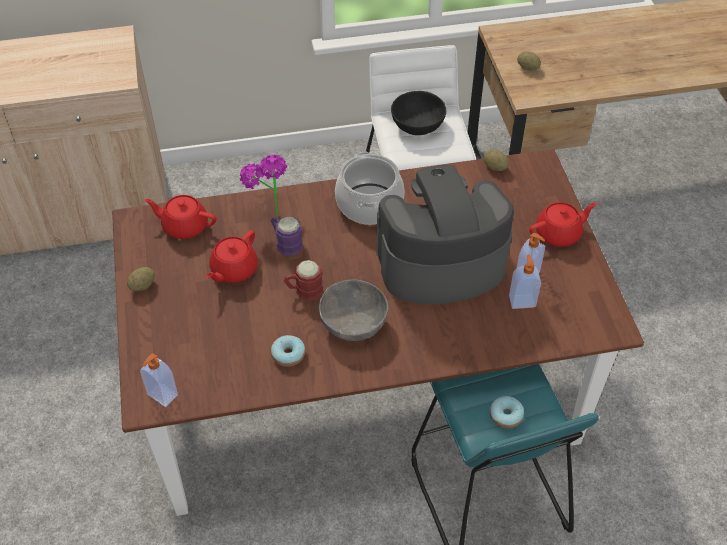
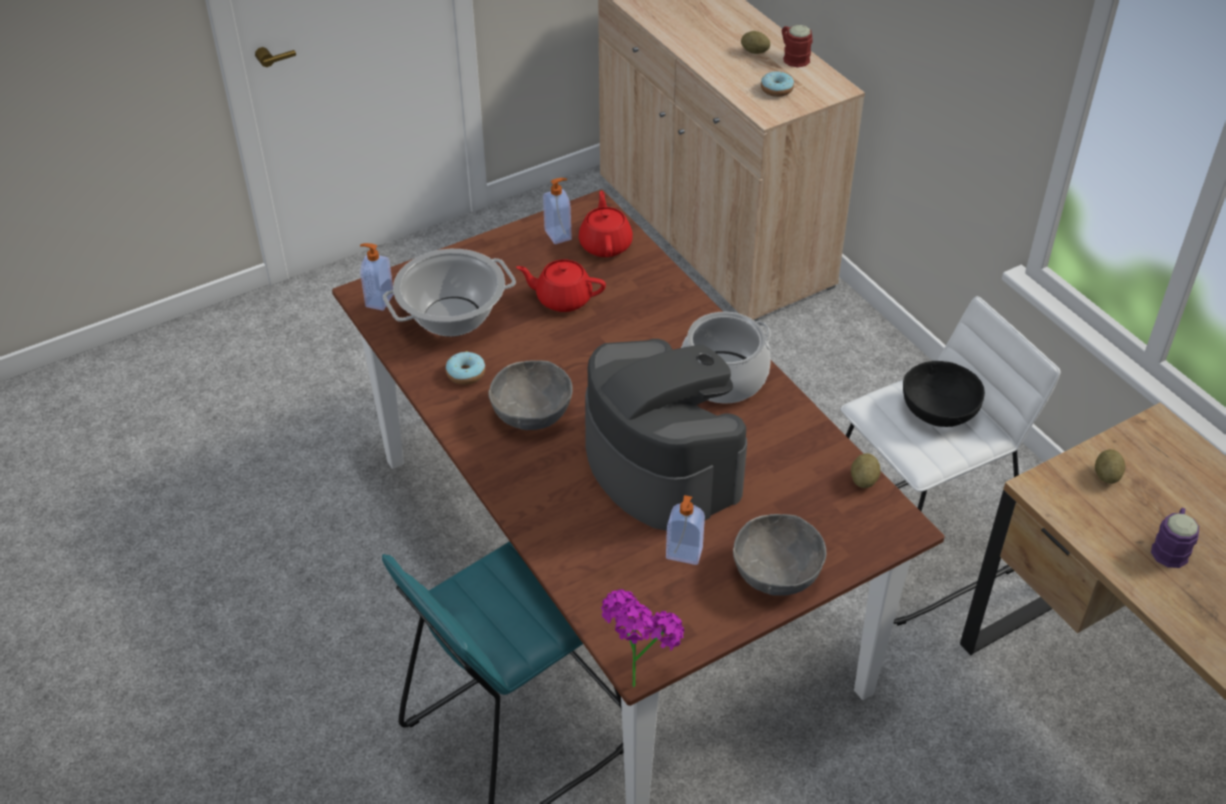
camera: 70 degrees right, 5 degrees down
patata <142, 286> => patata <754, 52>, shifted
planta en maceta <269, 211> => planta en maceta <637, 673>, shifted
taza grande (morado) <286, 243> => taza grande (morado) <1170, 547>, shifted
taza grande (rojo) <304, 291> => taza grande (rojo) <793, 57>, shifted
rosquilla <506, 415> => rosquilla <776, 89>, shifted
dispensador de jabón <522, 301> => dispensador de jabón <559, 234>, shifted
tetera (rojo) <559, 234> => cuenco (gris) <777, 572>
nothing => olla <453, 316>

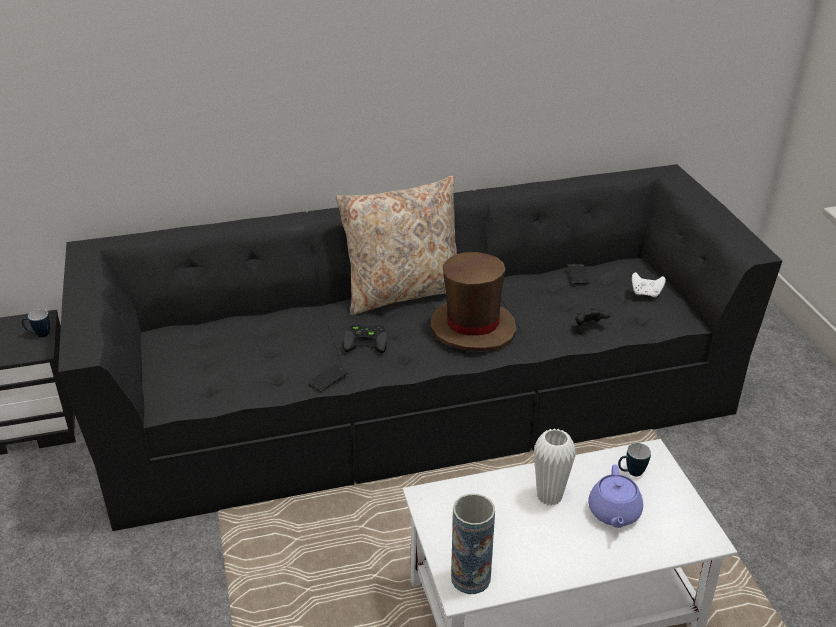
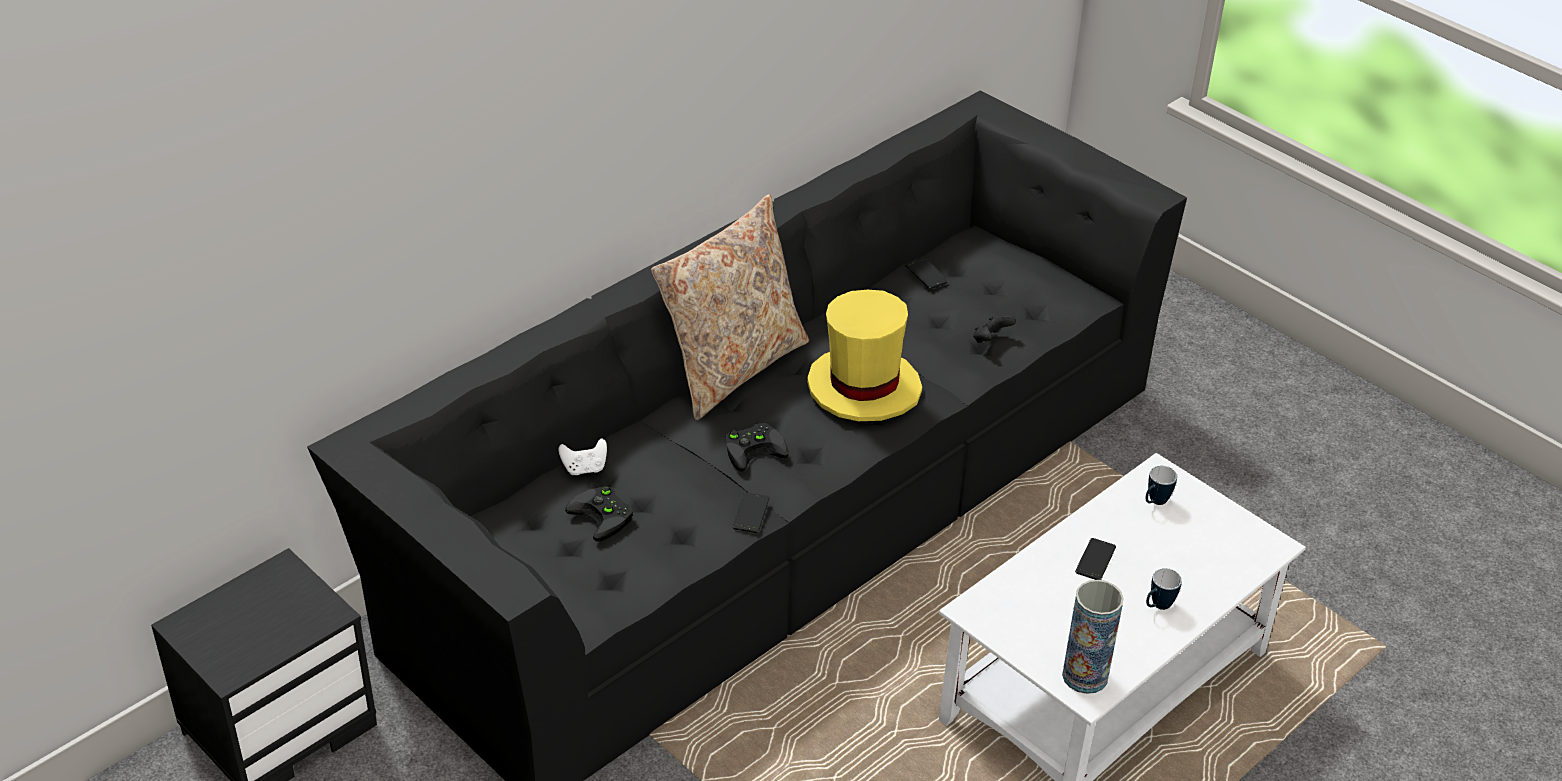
camera: 30 degrees left, 5 degrees up
taza grande <39, 334> => taza grande <1157, 606>, shifted
sombrero (marrón) <472, 327> => sombrero (amarillo) <863, 387>
florero (blanco) <549, 496> => móvil <1095, 560>
tetera (morado) <614, 513> => nothing
mando de consola (blanco) <646, 293> => mando de consola (blanco) <584, 468>, shifted
nothing => mando de consola (negro) <604, 516>

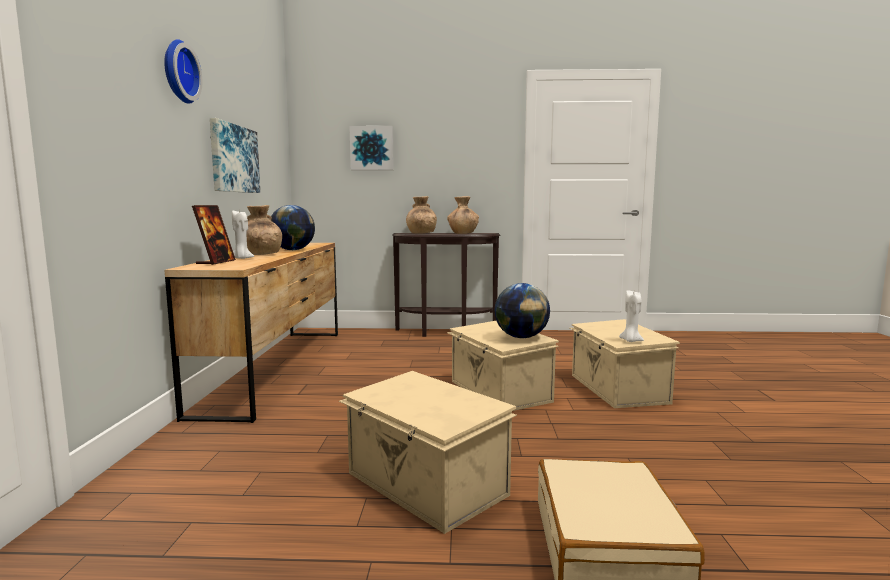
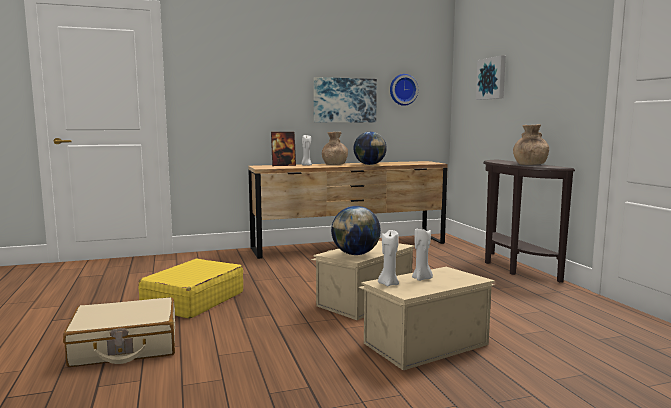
camera: 70 degrees right, 0 degrees up
reloj de pared <178, 72> => reloj de pared <402, 89>, shifted
caja de almacenaje (beis) <425, 485> => maleta (amarillo) <193, 300>
florero (marrón) <421, 233> => nothing
nothing => vela (blanco) <422, 279>

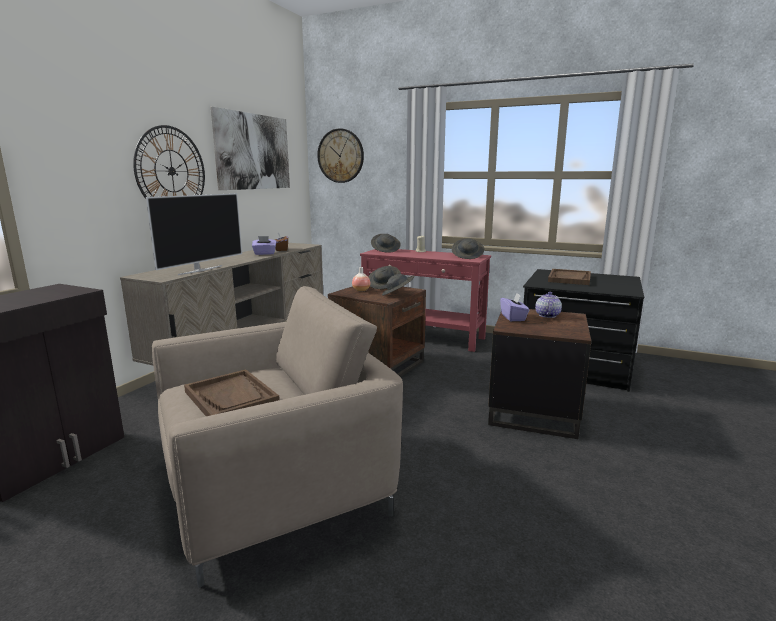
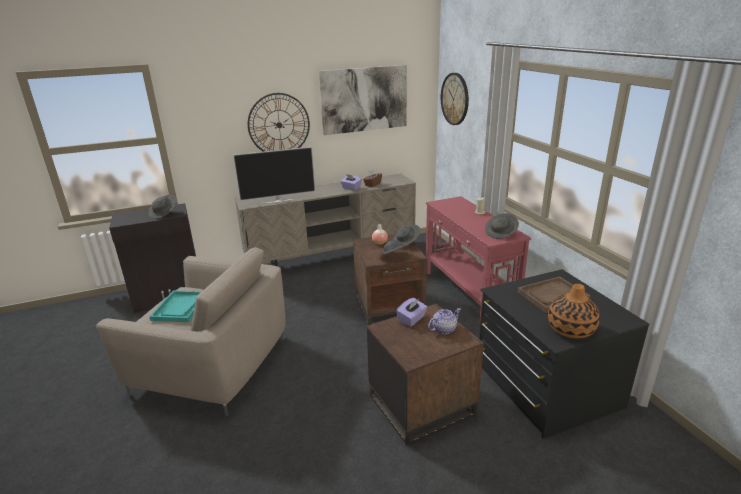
camera: 45 degrees right, 10 degrees up
bandeja (marrón) <231, 397> => bandeja (turquesa) <181, 307>
sombrero (gris) <385, 250> => sombrero (gris) <164, 213>, shifted
nothing => florero <570, 329>

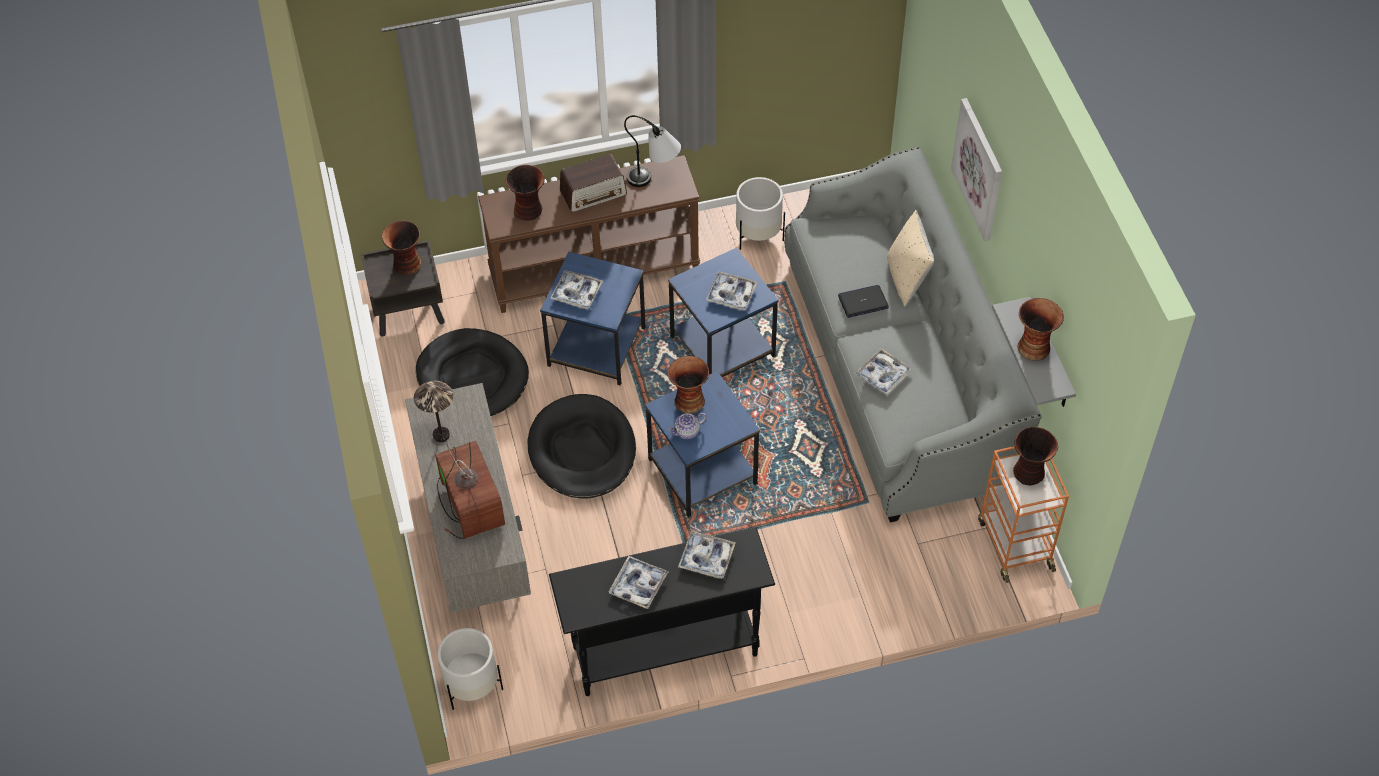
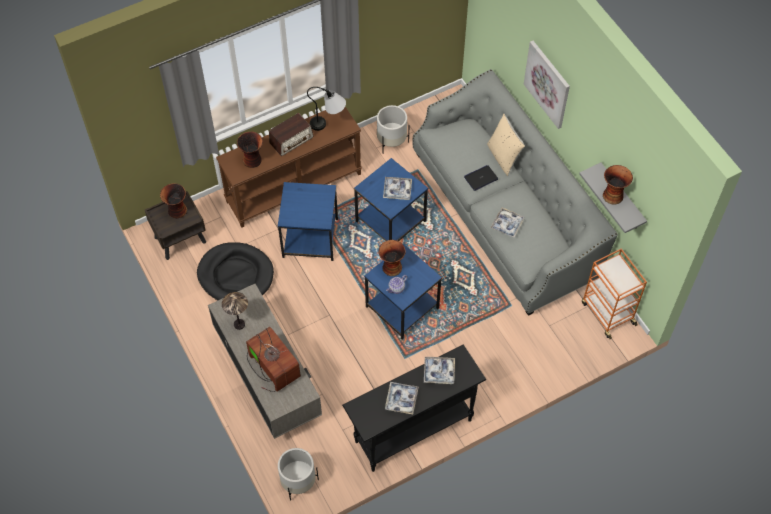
camera: 15 degrees left, 5 degrees up
cama para perro (negro) <582, 450> => nothing
bandeja <576, 293> => nothing
florero <1029, 473> => nothing

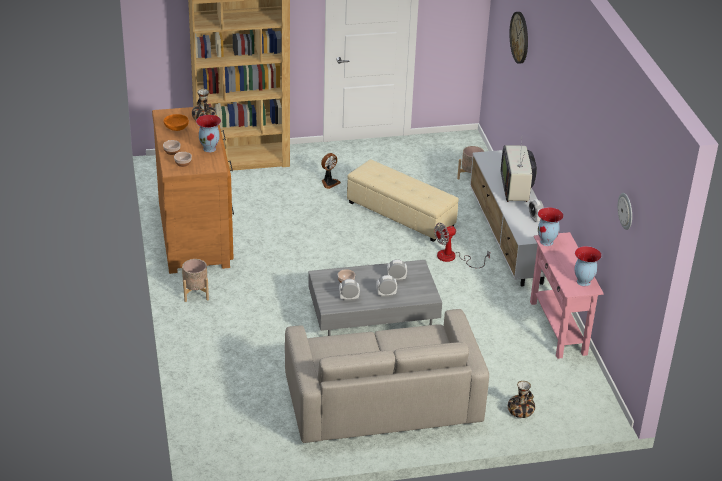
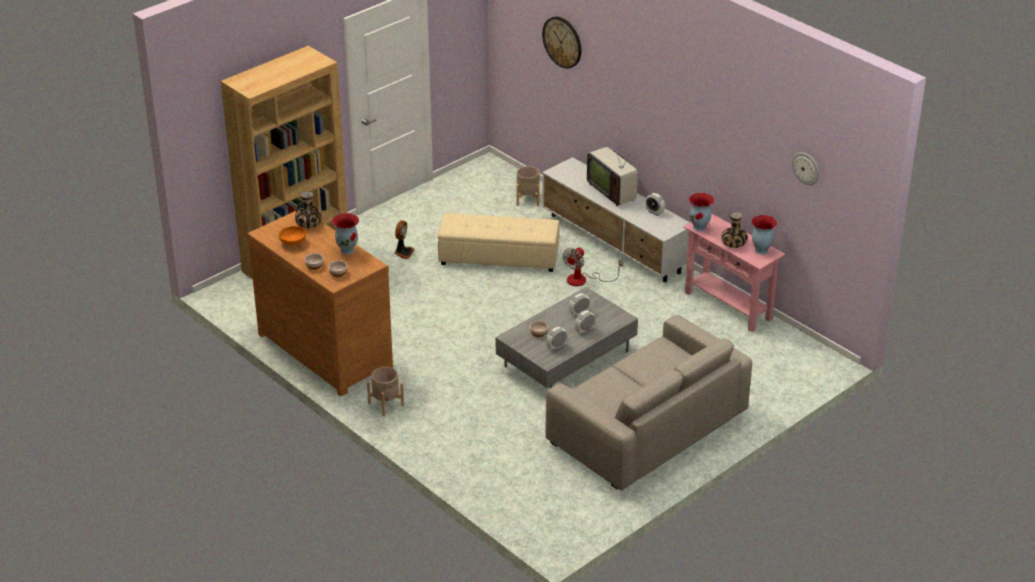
camera: 30 degrees left, 0 degrees up
florero <520, 412> => florero <733, 243>, shifted

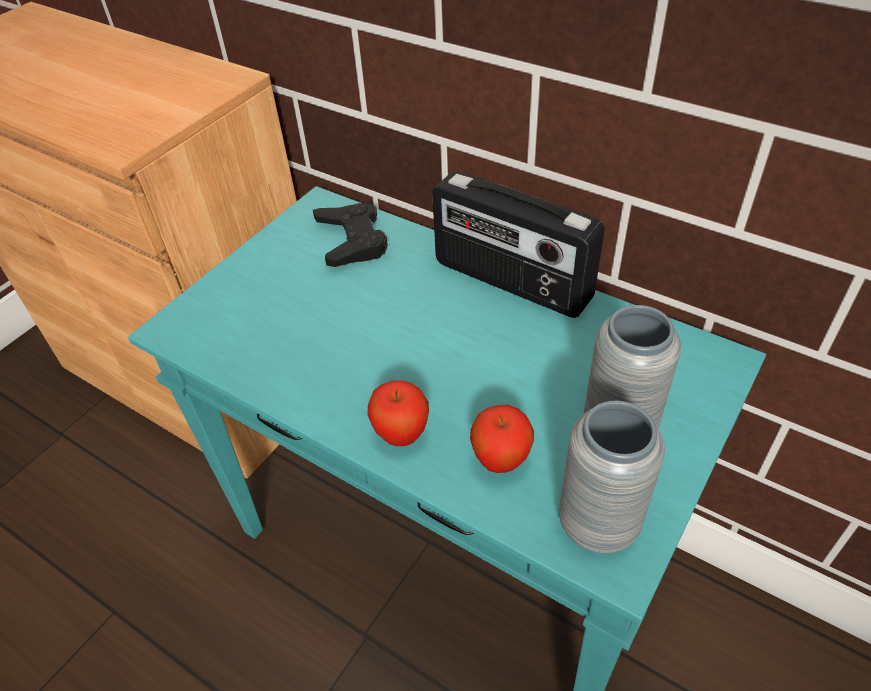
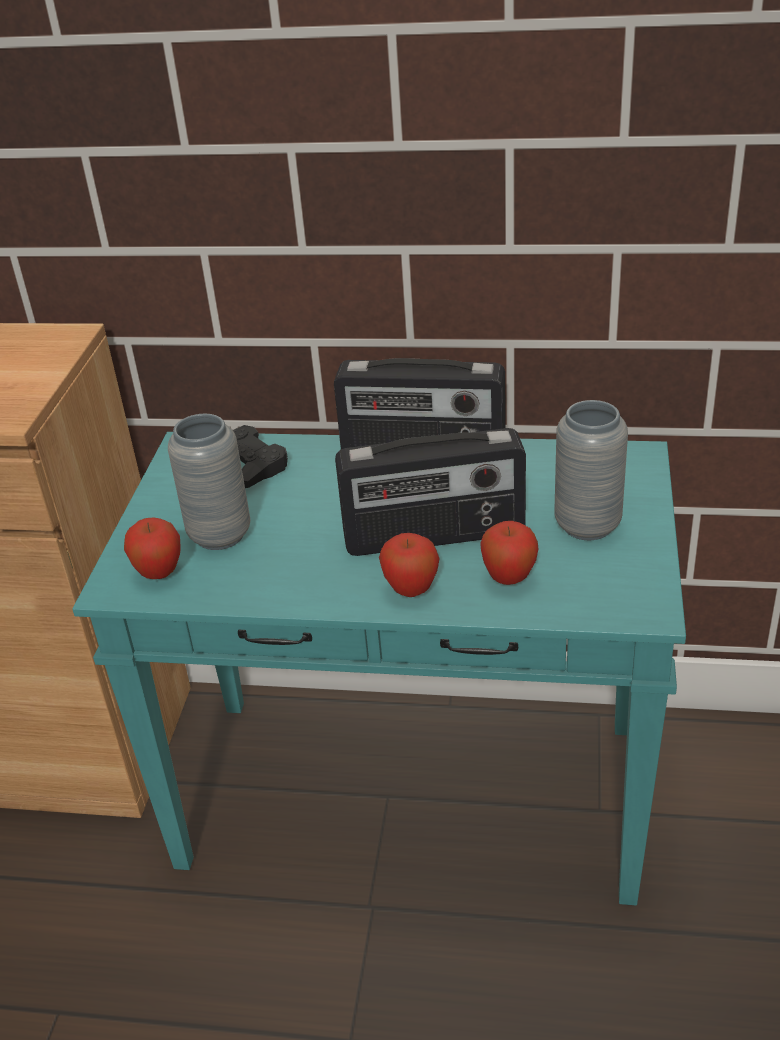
camera: 25 degrees left, 10 degrees down
florero (gris) <598, 524> => florero (gris) <220, 535>, shifted
nothing => manzana <159, 573>
nothing => radio <434, 536>

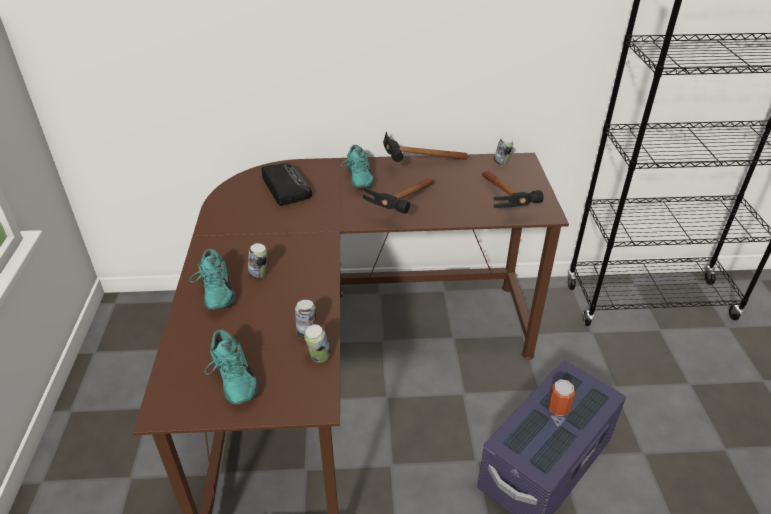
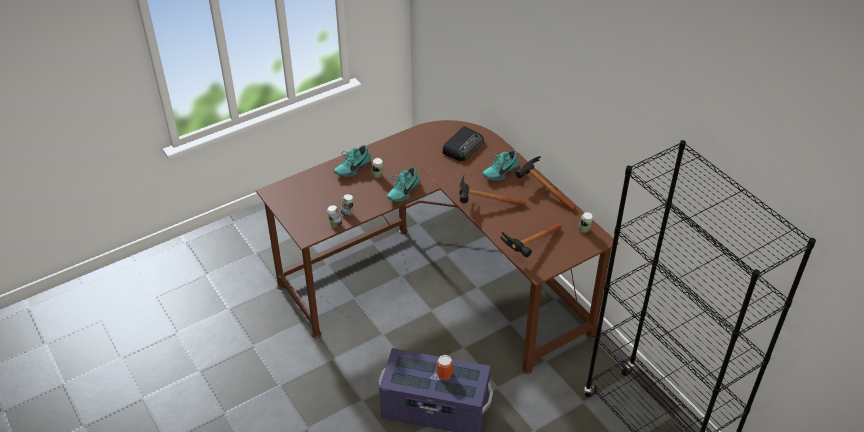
camera: 60 degrees right, 5 degrees up
zapato (turquesa) <232, 381> => zapato (turquesa) <402, 191>, shifted

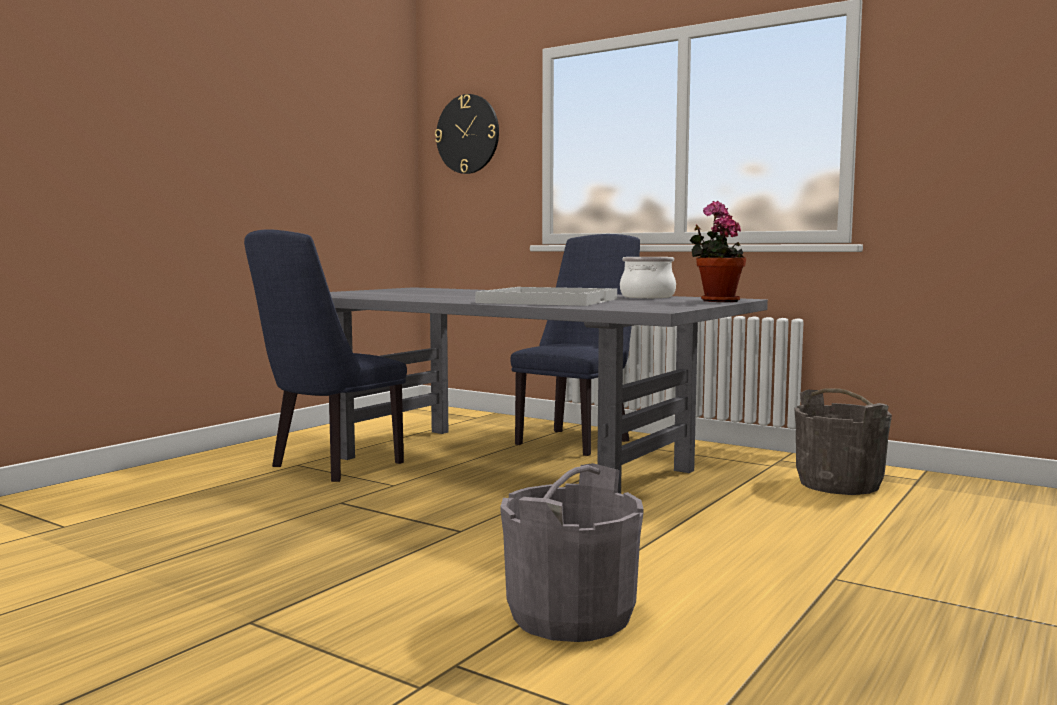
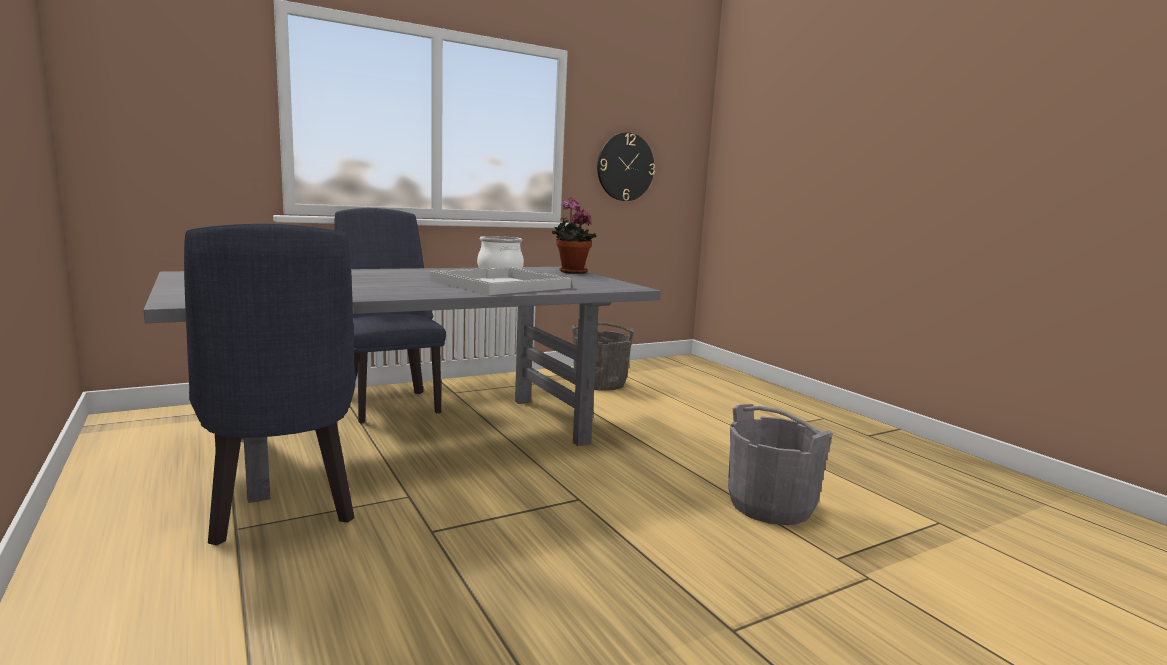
camera: 65 degrees left, 5 degrees up
reloj de pared <468, 134> => reloj de pared <625, 167>, shifted

